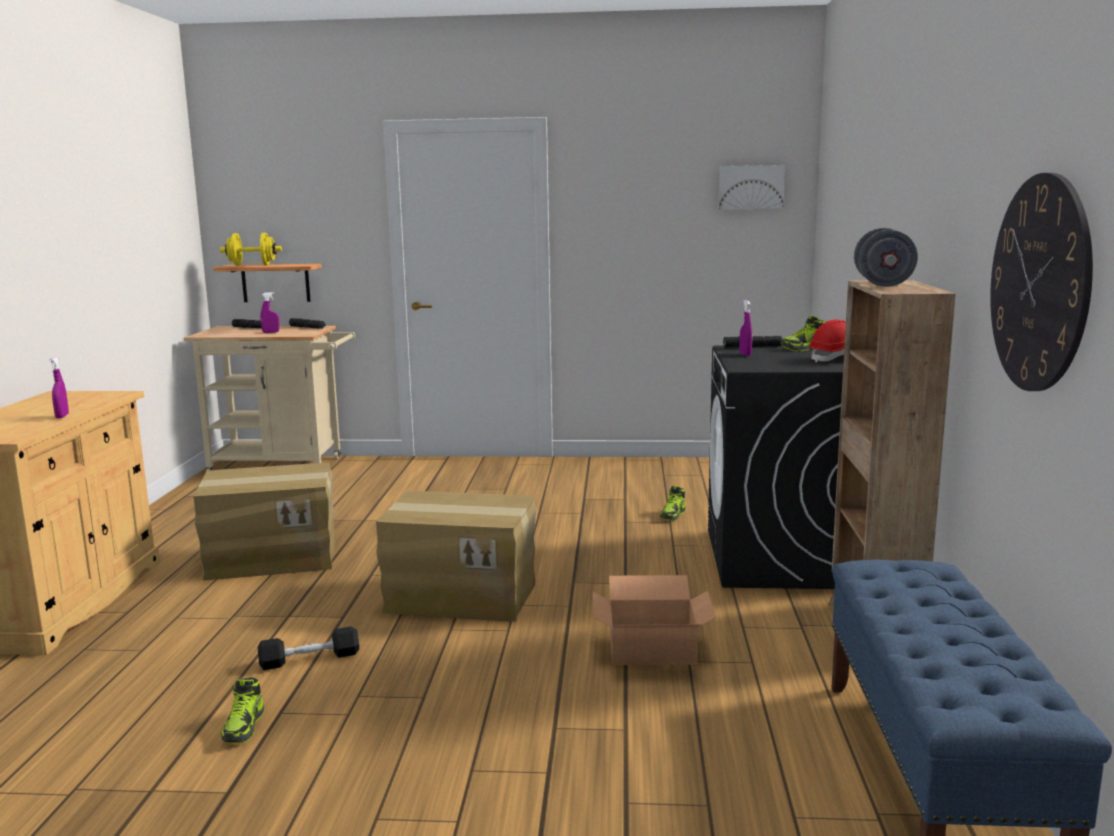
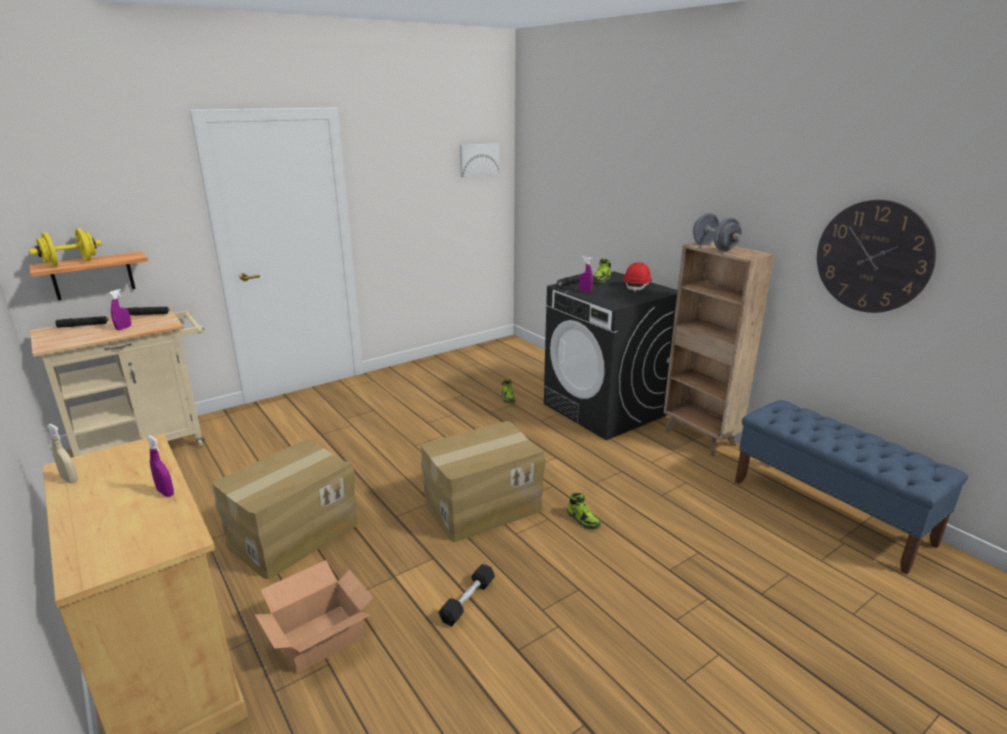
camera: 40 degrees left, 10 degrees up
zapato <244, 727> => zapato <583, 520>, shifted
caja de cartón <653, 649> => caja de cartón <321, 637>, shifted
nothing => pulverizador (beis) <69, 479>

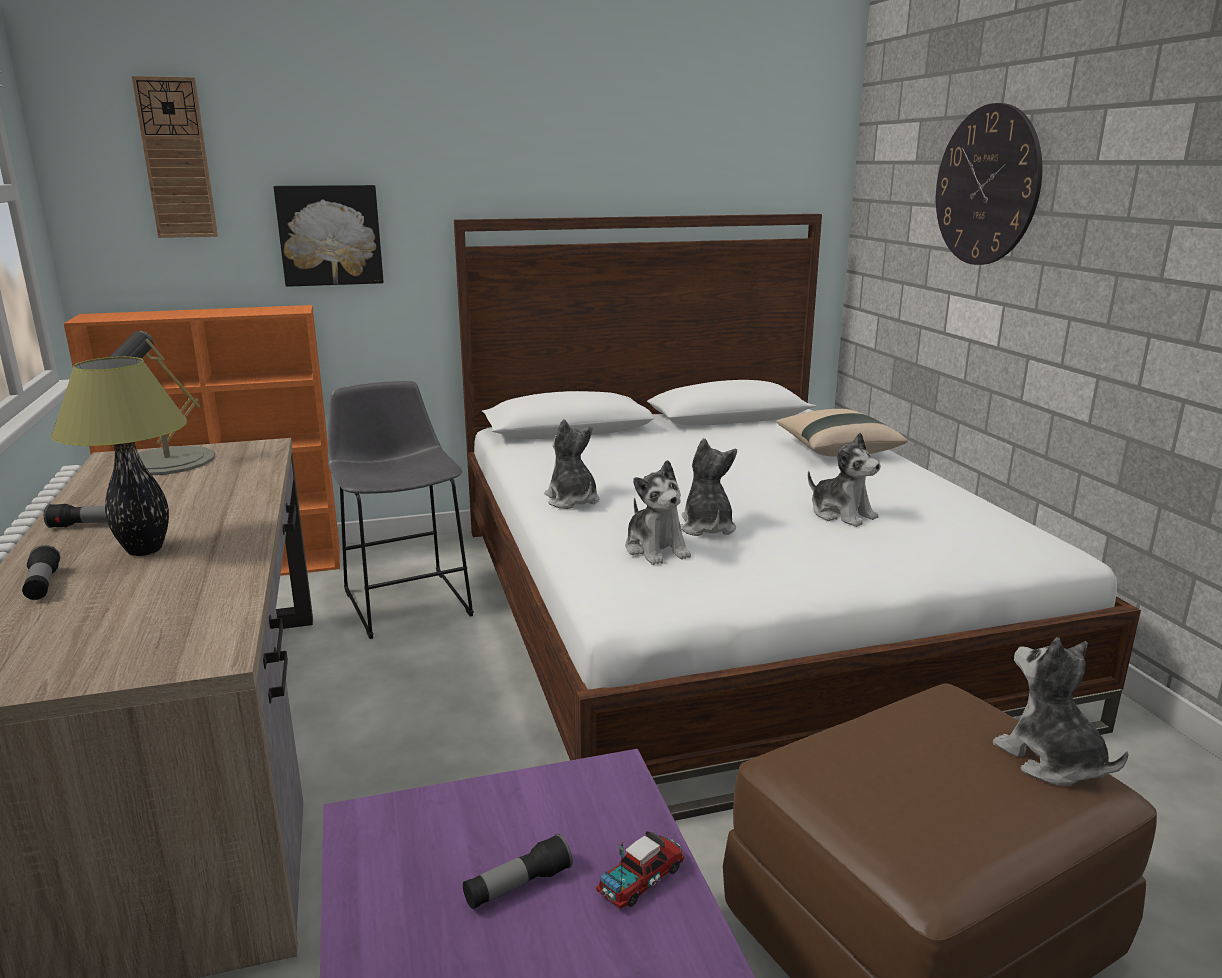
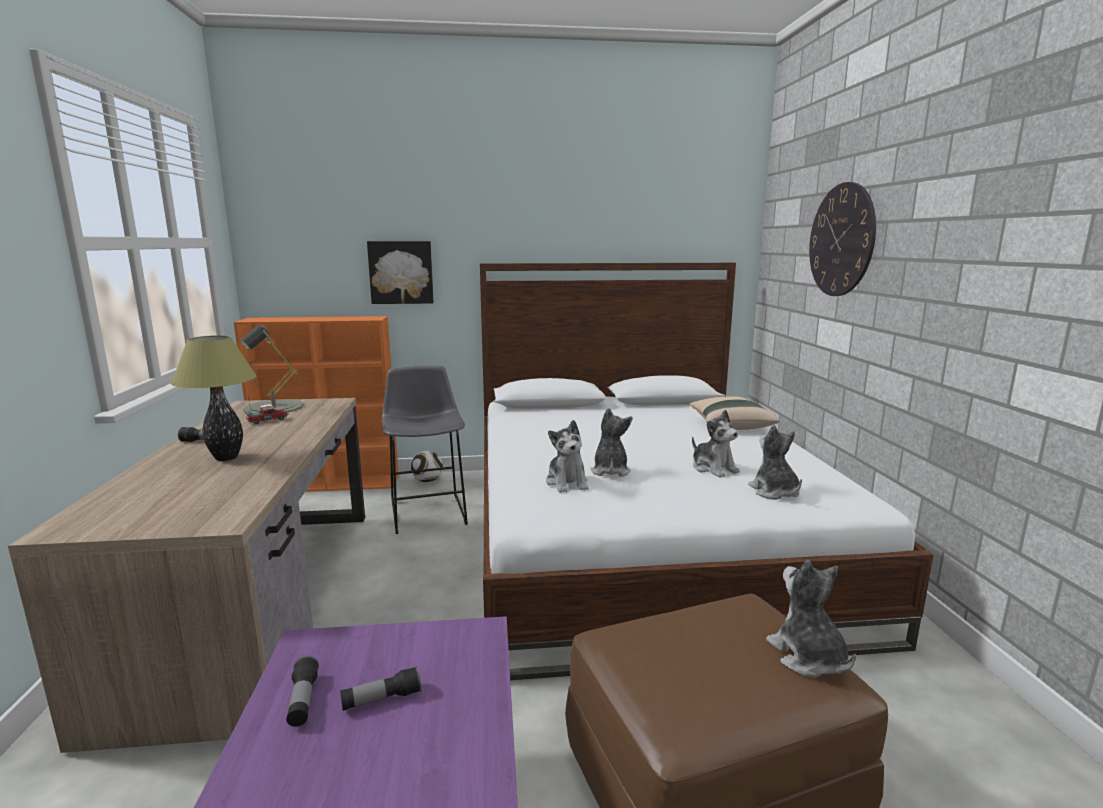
camera: 10 degrees right, 5 degrees down
linterna <42, 585> => linterna <303, 701>, shifted
reloj de pared <176, 159> => nothing
peluche <572, 500> => peluche <774, 492>, shifted
camión de juguete <642, 880> => camión de juguete <268, 420>, shifted
nothing => balón de fútbol <427, 481>

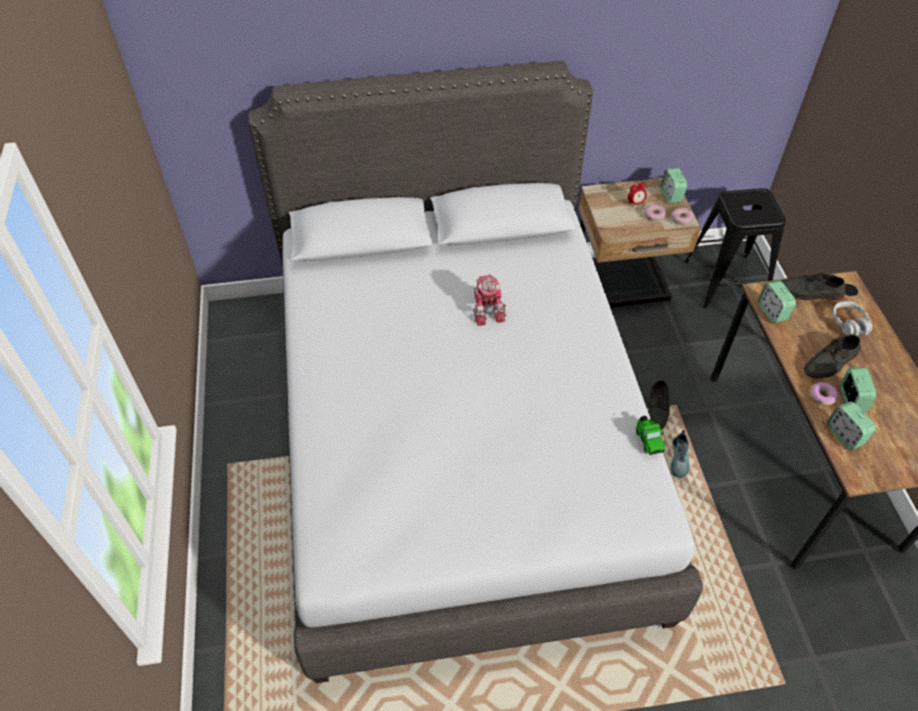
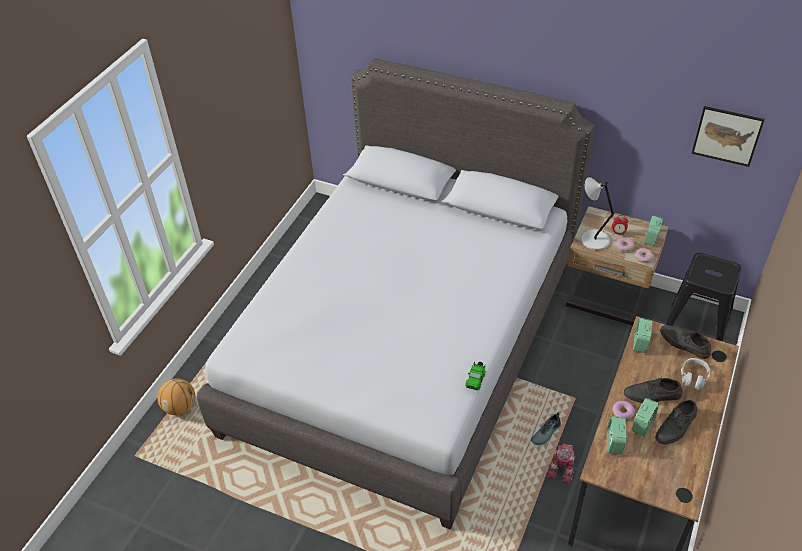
camera: 35 degrees right, 5 degrees down
robot de juguete <487, 308> => robot de juguete <562, 468>, shifted
zapato (gris) <657, 409> => zapato (gris) <676, 426>, shifted
nothing => balón de baloncesto <180, 407>
nothing => lámpara de mesa (gris) <593, 240>
nothing => cuadro <727, 136>

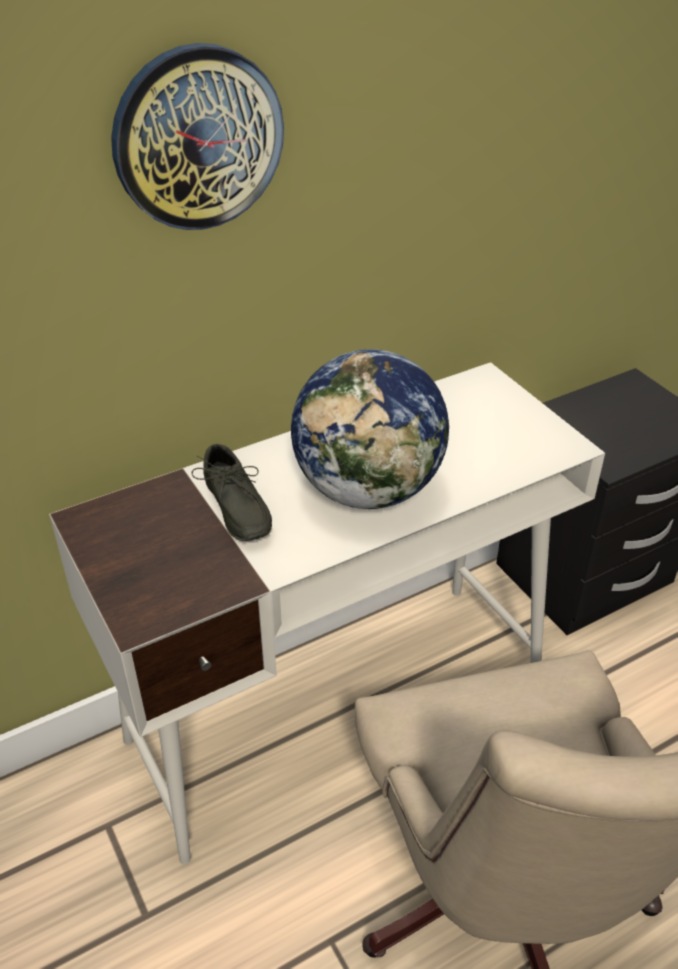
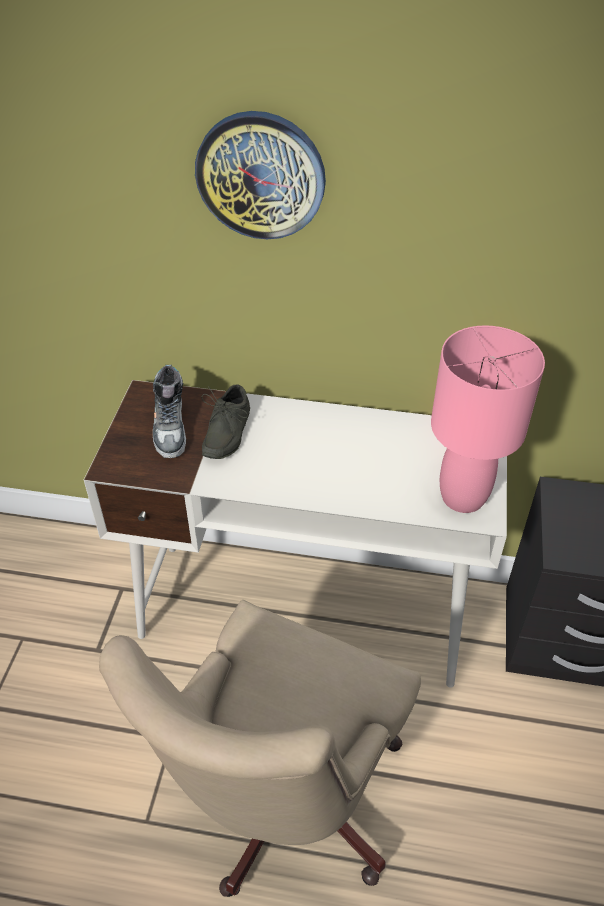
camera: 40 degrees right, 5 degrees up
globo terráqueo <369, 489> => nothing
nothing => zapato <171, 427>
nothing => lámpara de mesa (rosa) <464, 497>

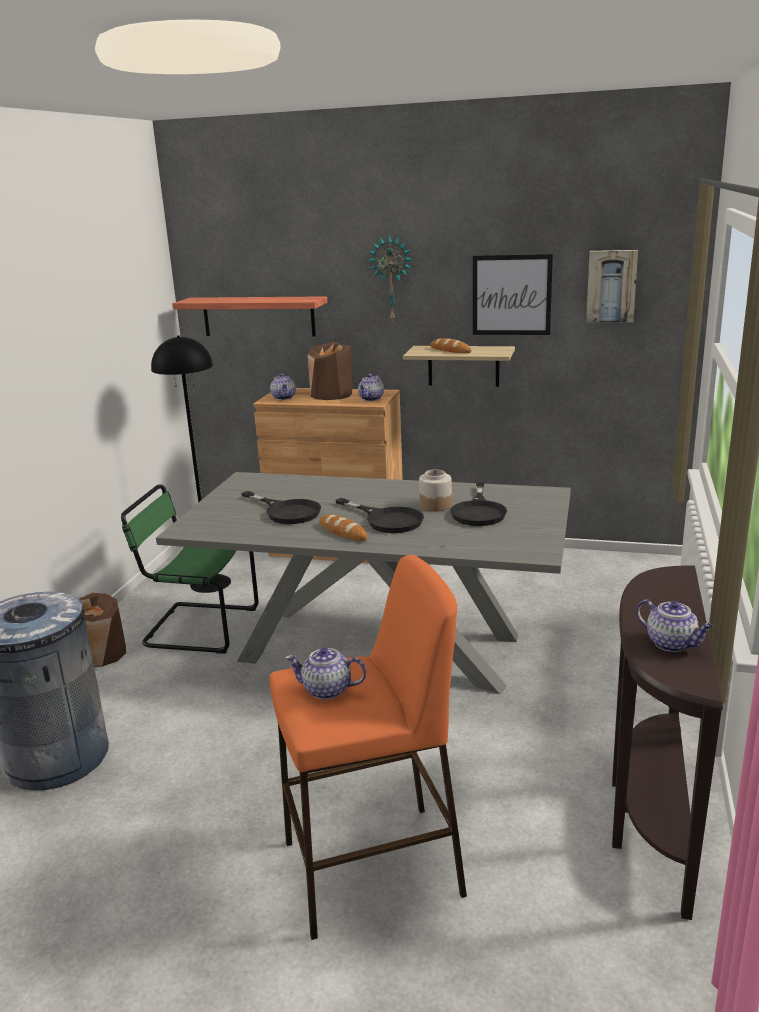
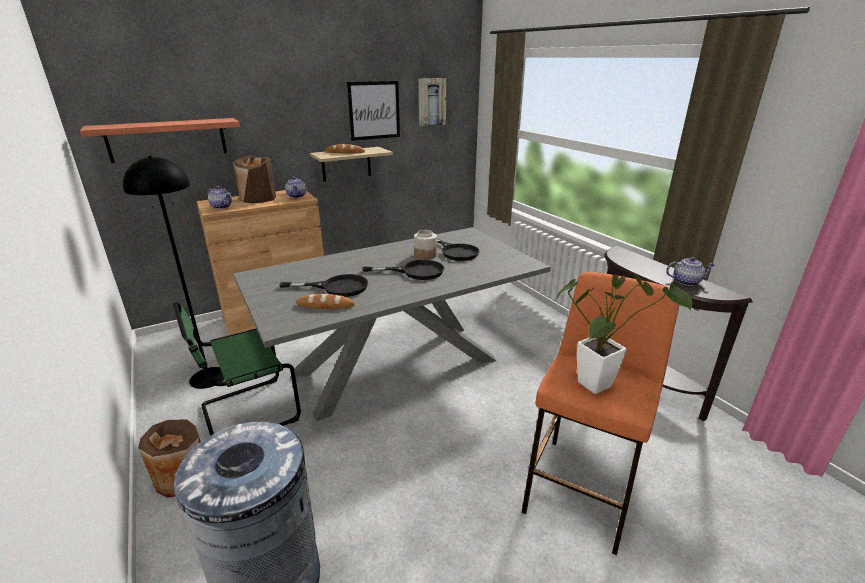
camera: 45 degrees left, 5 degrees up
tetera <326, 690> => planta en maceta <599, 382>
pan <343, 532> => pan <325, 305>, shifted
reloj de pared <391, 278> => nothing

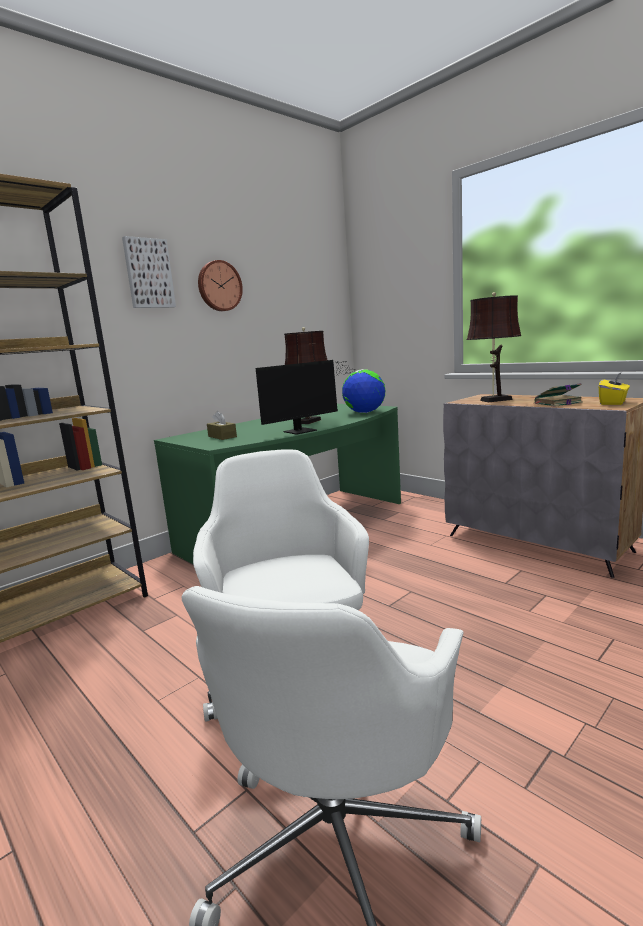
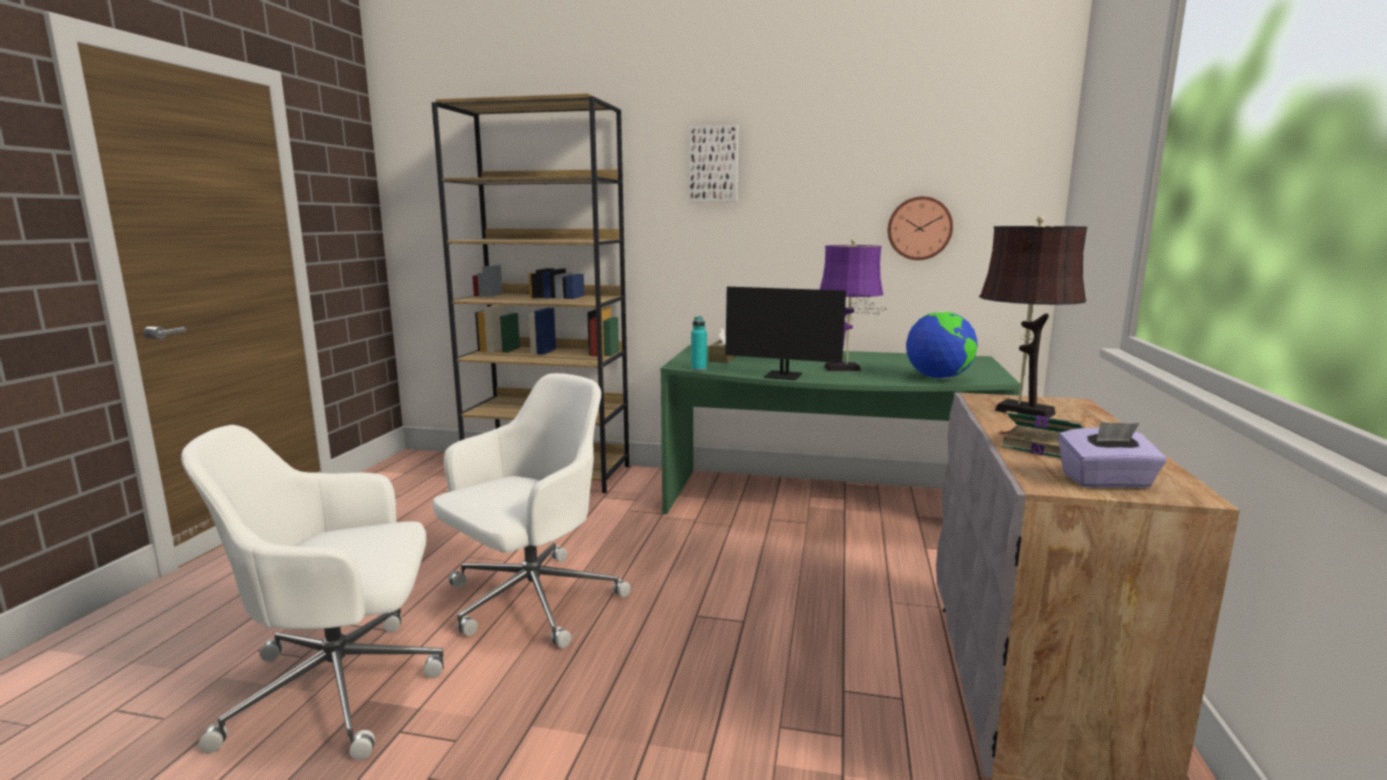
camera: 55 degrees right, 0 degrees up
reloj de pared <219, 286> => reloj de pared <919, 228>, shifted
lámpara de mesa (marrón) <310, 421> => lámpara de mesa (morado) <846, 369>
caja de pañuelos (amarillo) <613, 403> => caja de pañuelos (morado) <1106, 481>
nothing => botella (turquesa) <698, 369>

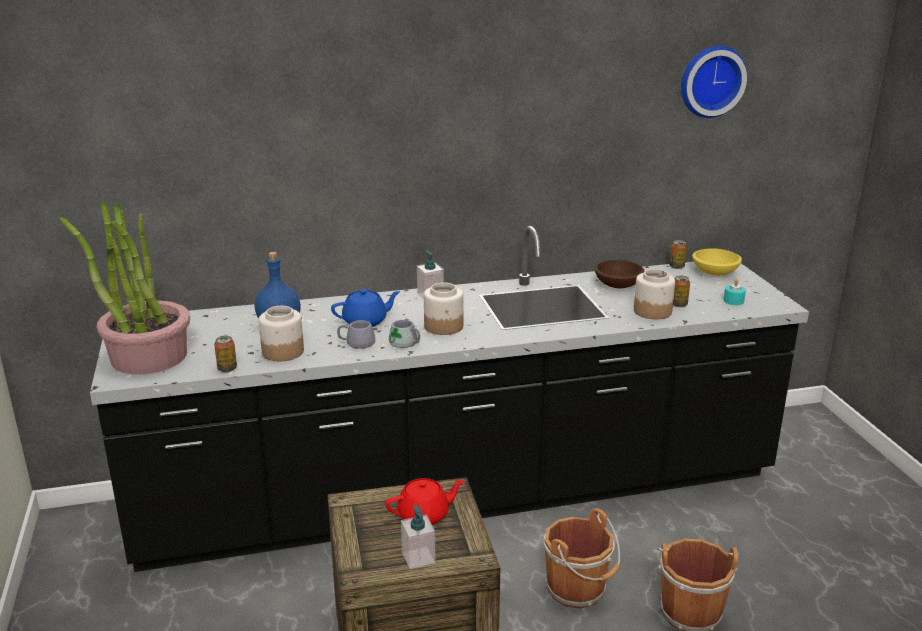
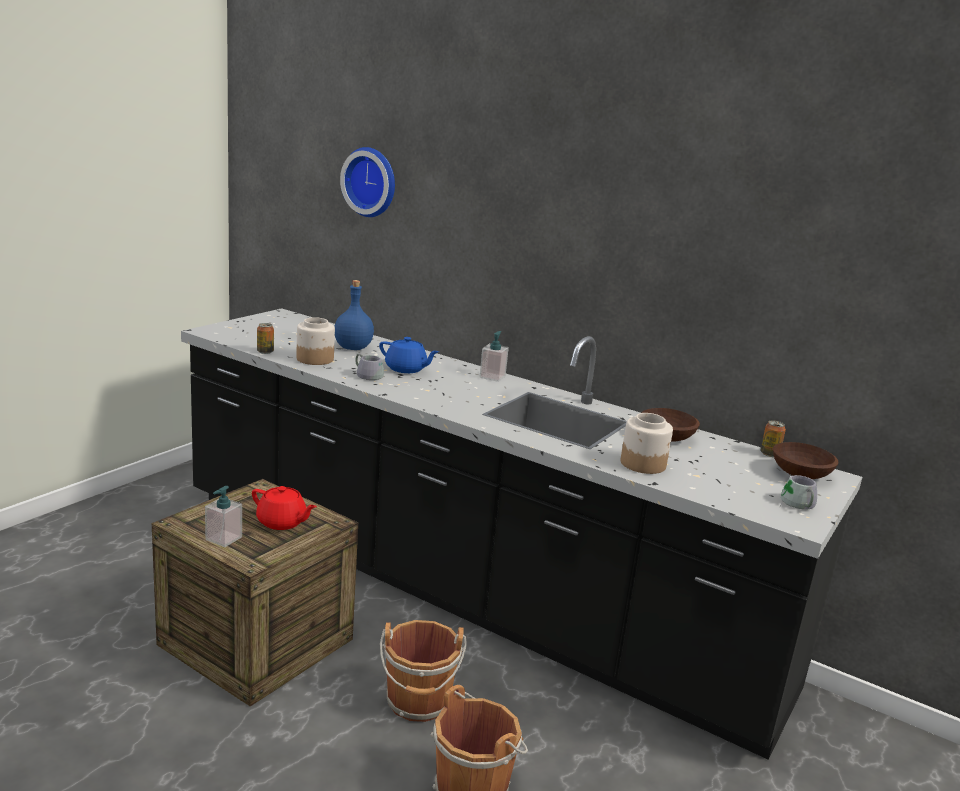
camera: 45 degrees right, 5 degrees down
planta en maceta <148, 357> => nothing
taza grande (gris) <404, 344> => taza grande (gris) <796, 504>, shifted
tarro <444, 327> => nothing
lata <679, 304> => nothing
reloj de pared <710, 81> => reloj de pared <371, 182>, shifted
cuenco (amarillo) <715, 273> => cuenco (marrón) <800, 475>
vela (turquesa) <733, 301> => nothing

